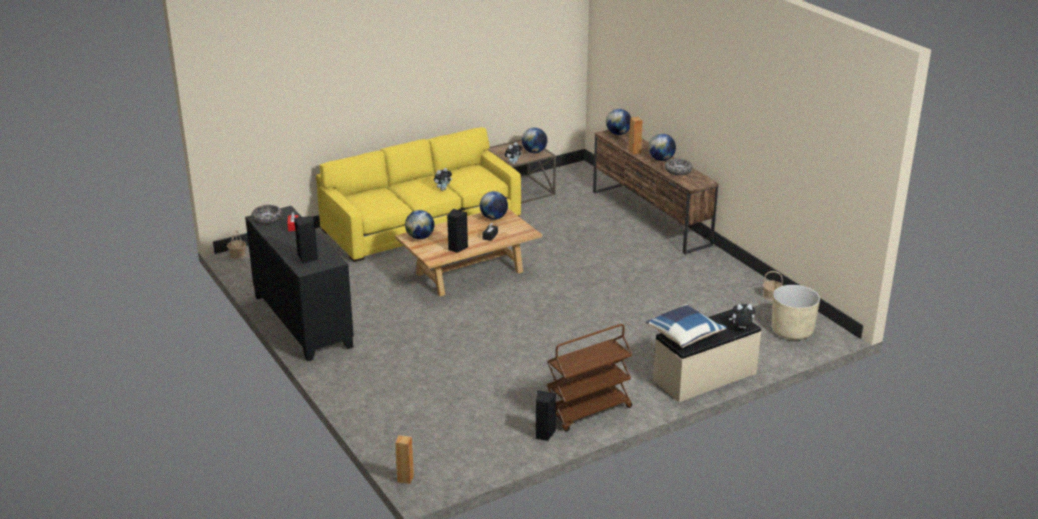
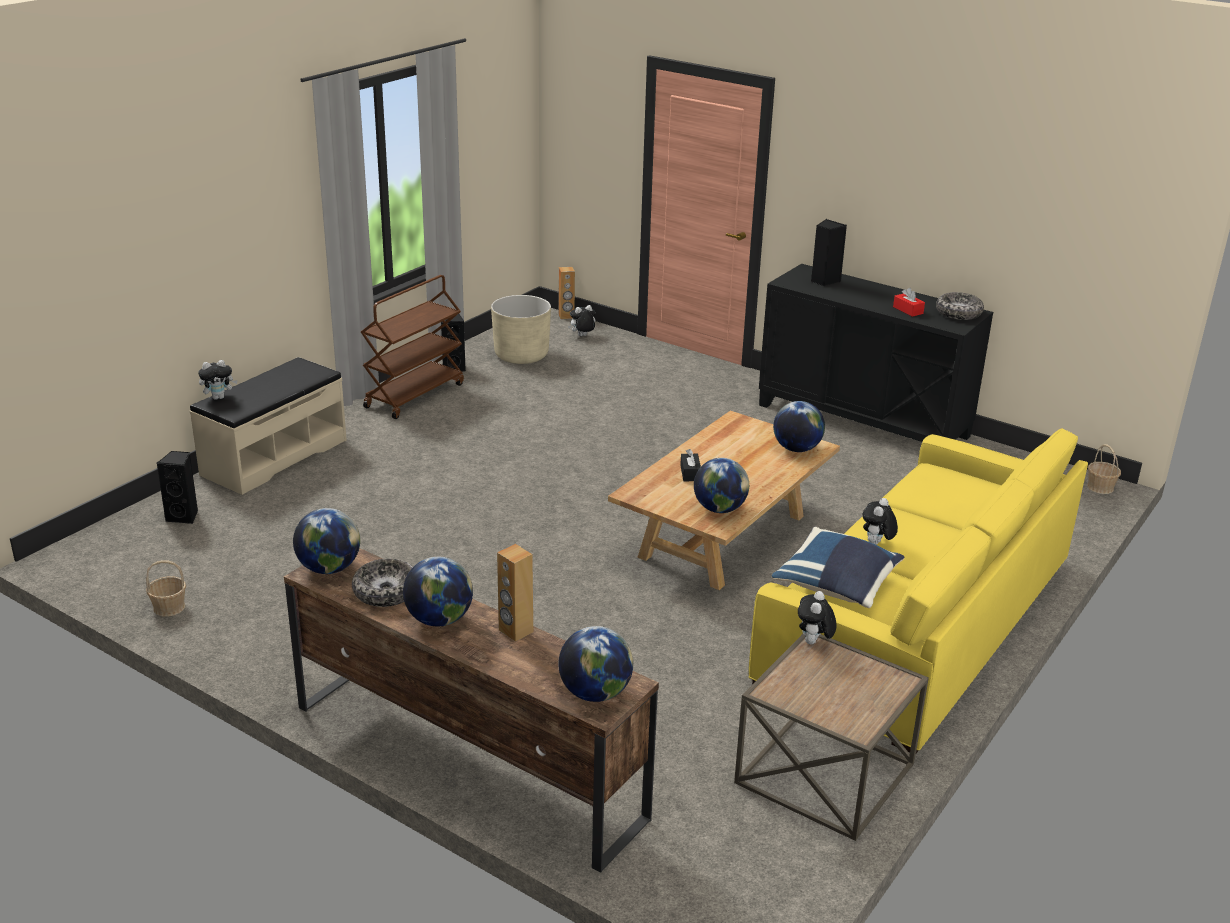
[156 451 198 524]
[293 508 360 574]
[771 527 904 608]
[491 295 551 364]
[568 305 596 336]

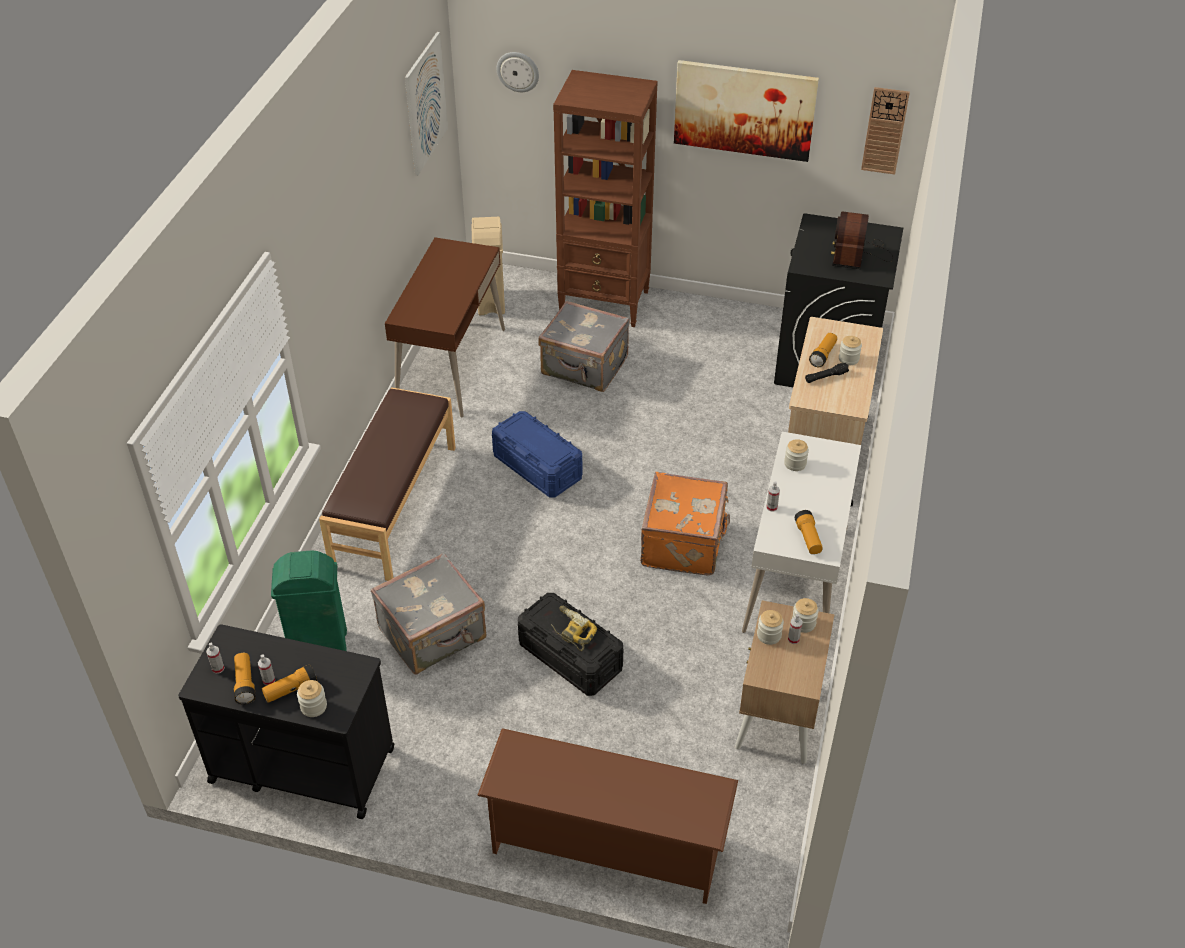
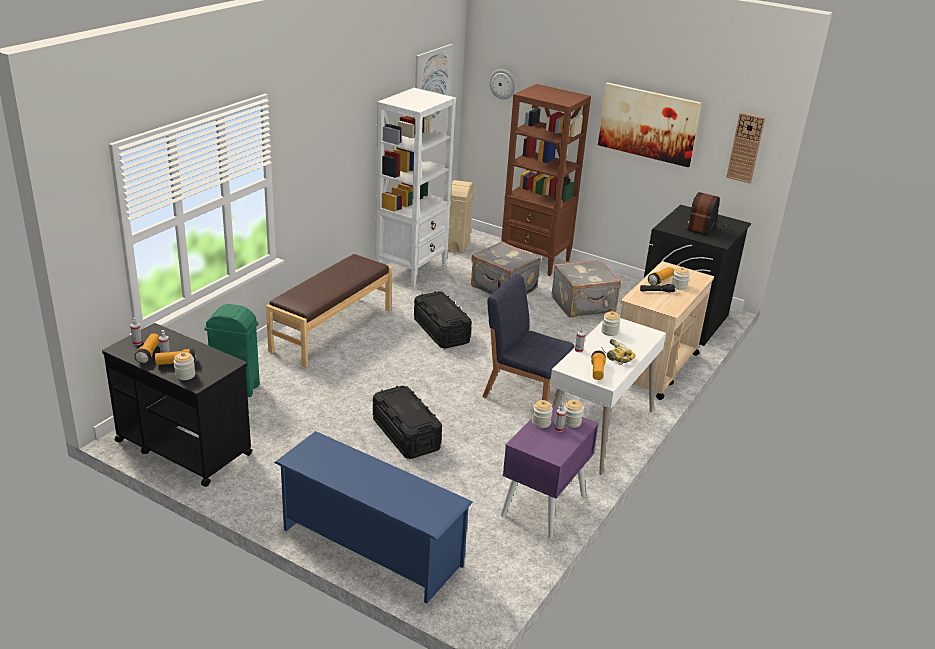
[552 259 621 317]
[375 88 456 288]
[274 431 473 603]
[414 291 472 349]
[601 339 636 365]
[482 274 575 401]
[500 405 599 538]

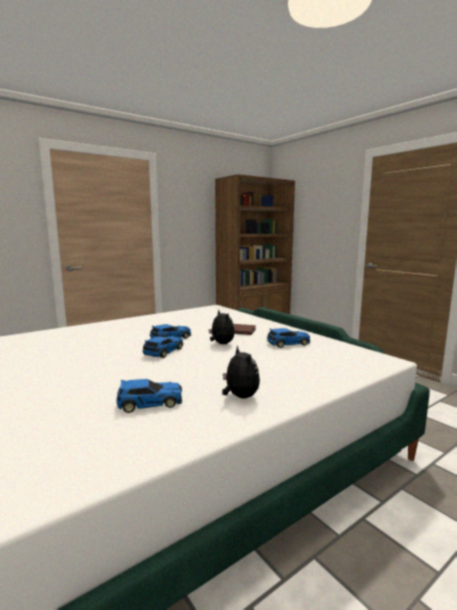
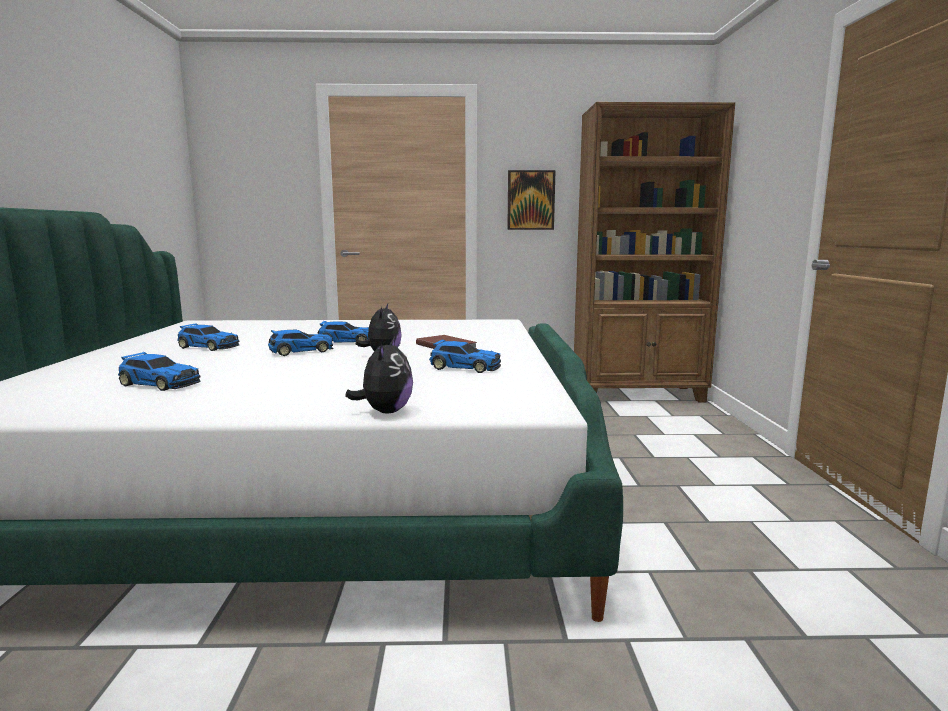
[345 337 413 413]
[177 323 240 351]
[507 170 556 230]

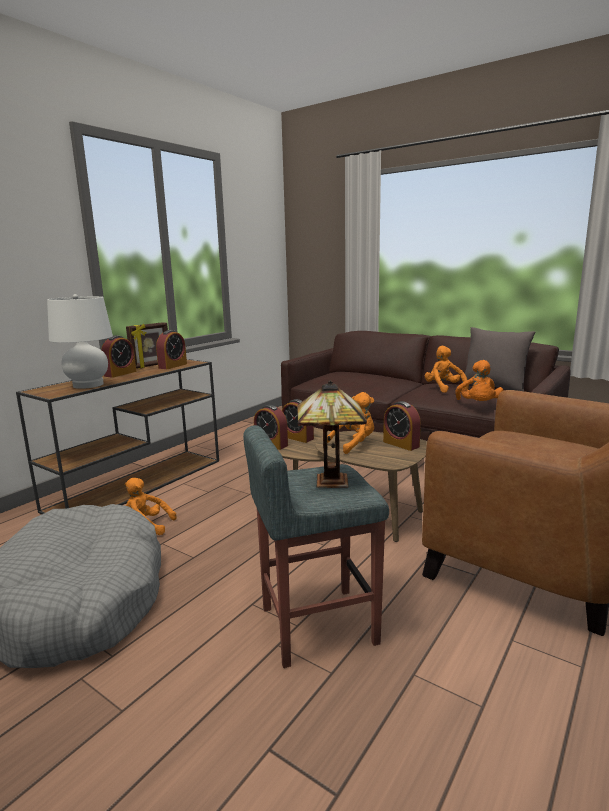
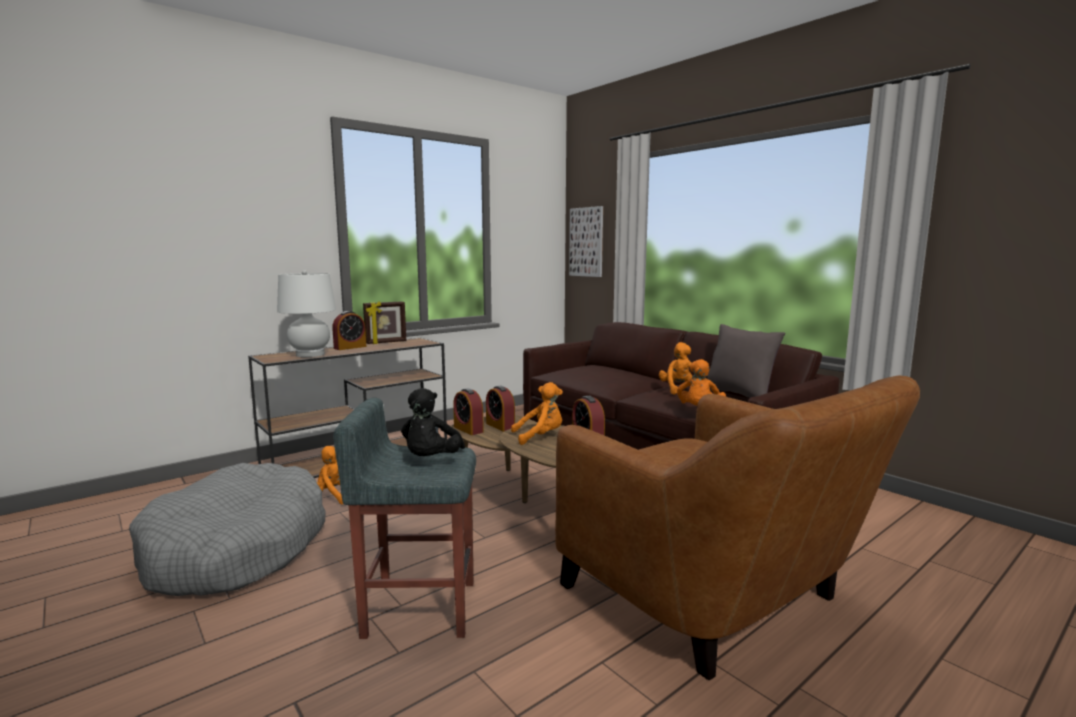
[156 330 187 369] (first image)
[401 388 465 456]
[569 206 603 277]

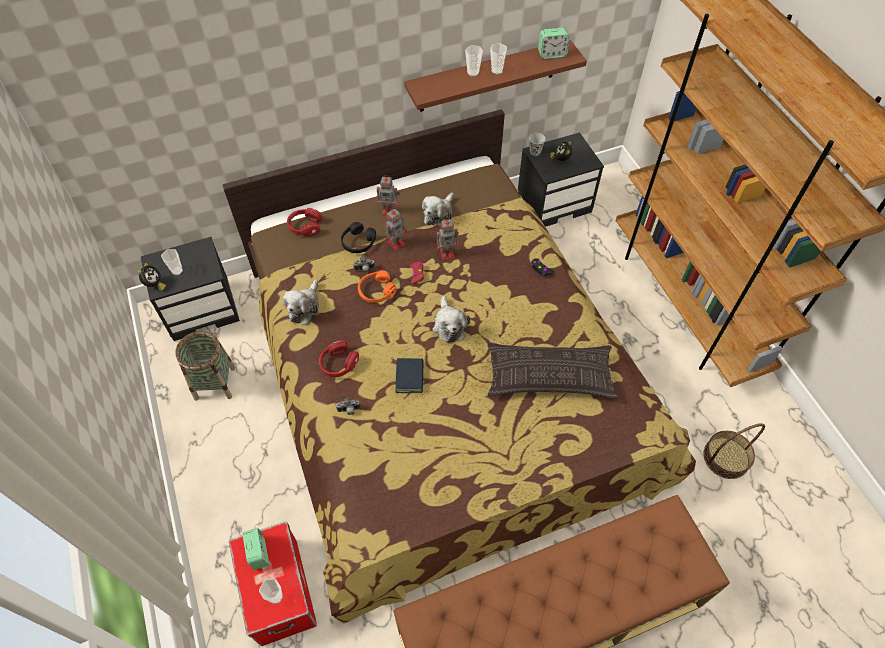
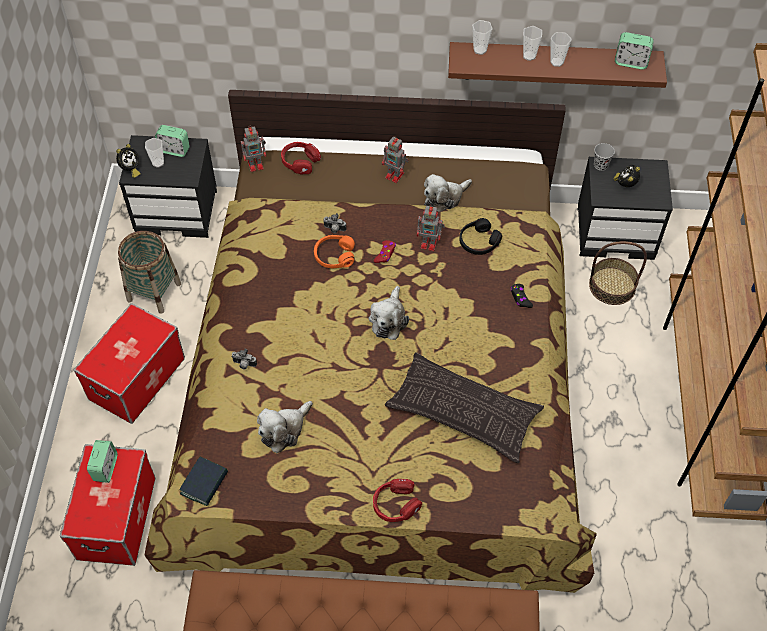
[472 20 493 55]
[257 401 313 453]
[373 479 422 522]
[459 218 502 255]
[241 125 266 172]
[180 457 228 506]
[589 241 647 305]
[74 303 185 424]
[155 125 190 157]

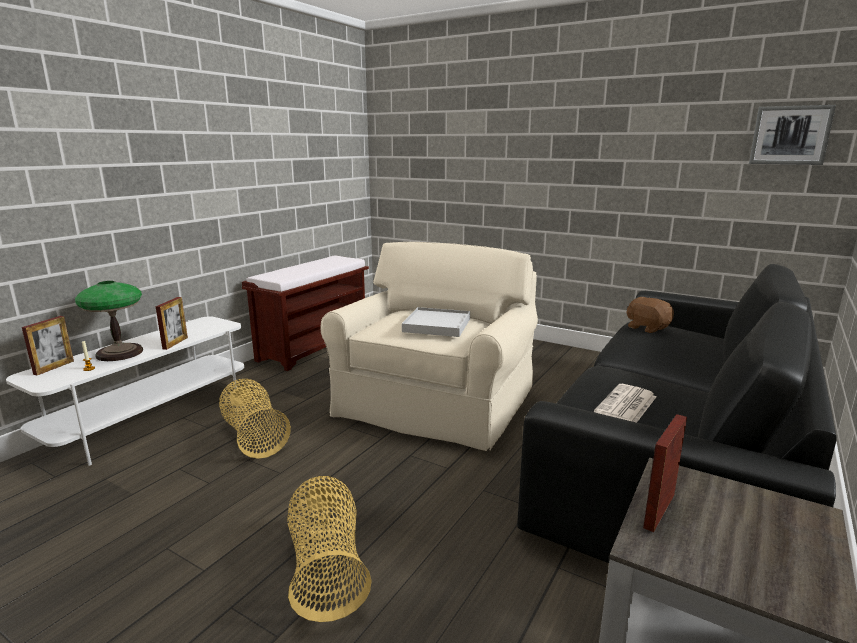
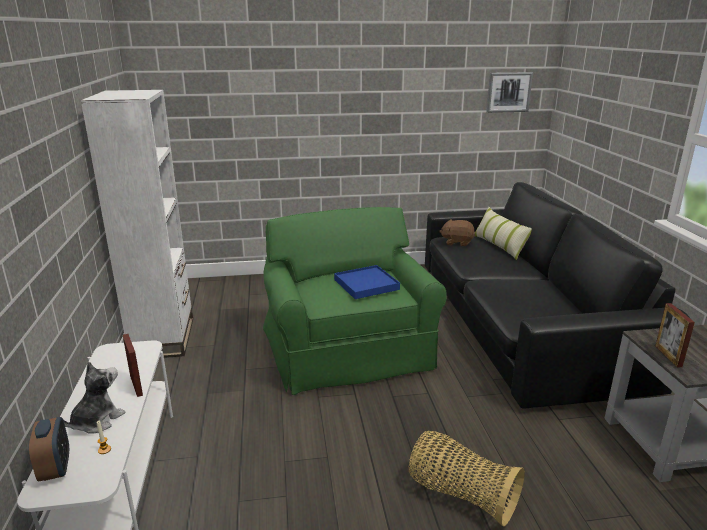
[29 417 69 482]
[63 362 125 434]
[219 379 291 459] (first image)
[80 90 193 358]
[263 207 447 395]
[334 265 400 299]
[594 384 656 423] (first image)
[474 207 532 260]

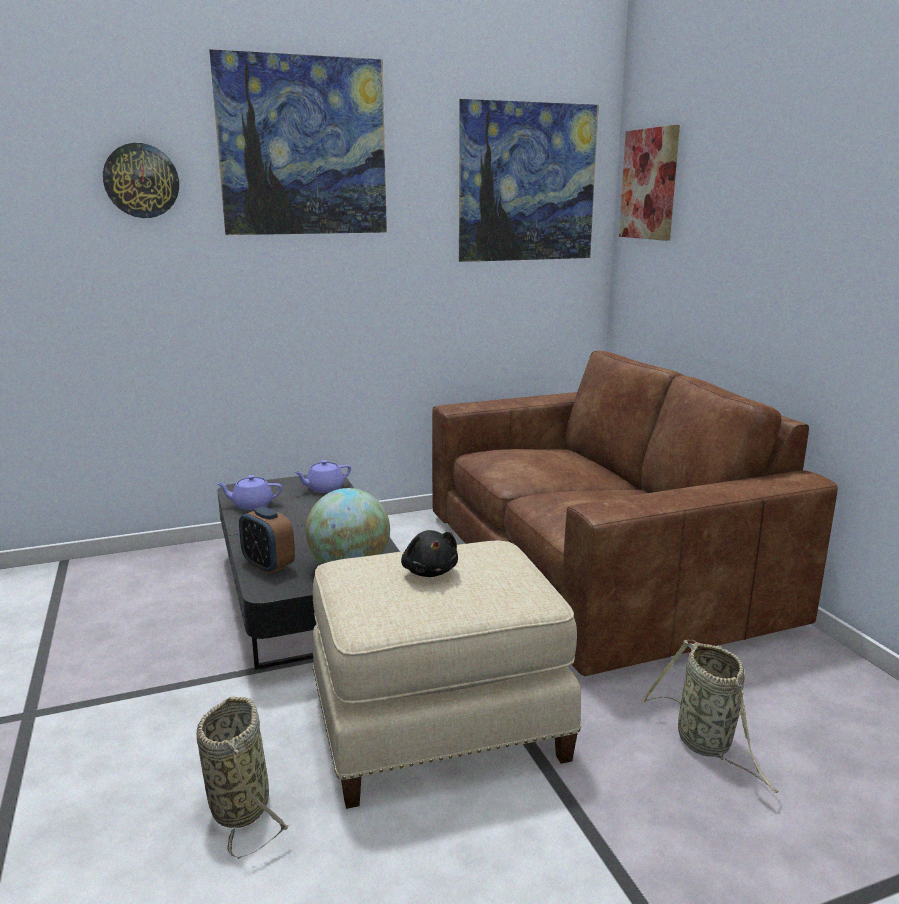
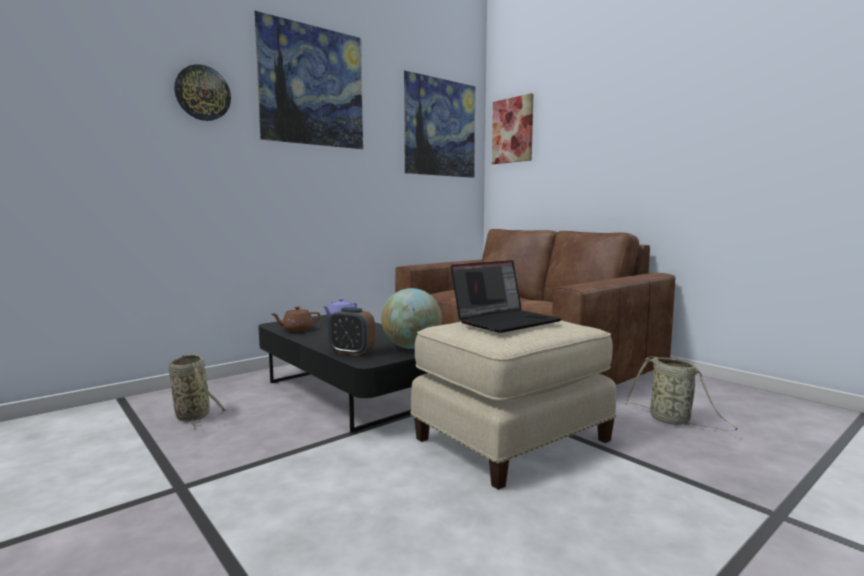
[169 354 226 426]
[272 306 320 332]
[451 260 562 333]

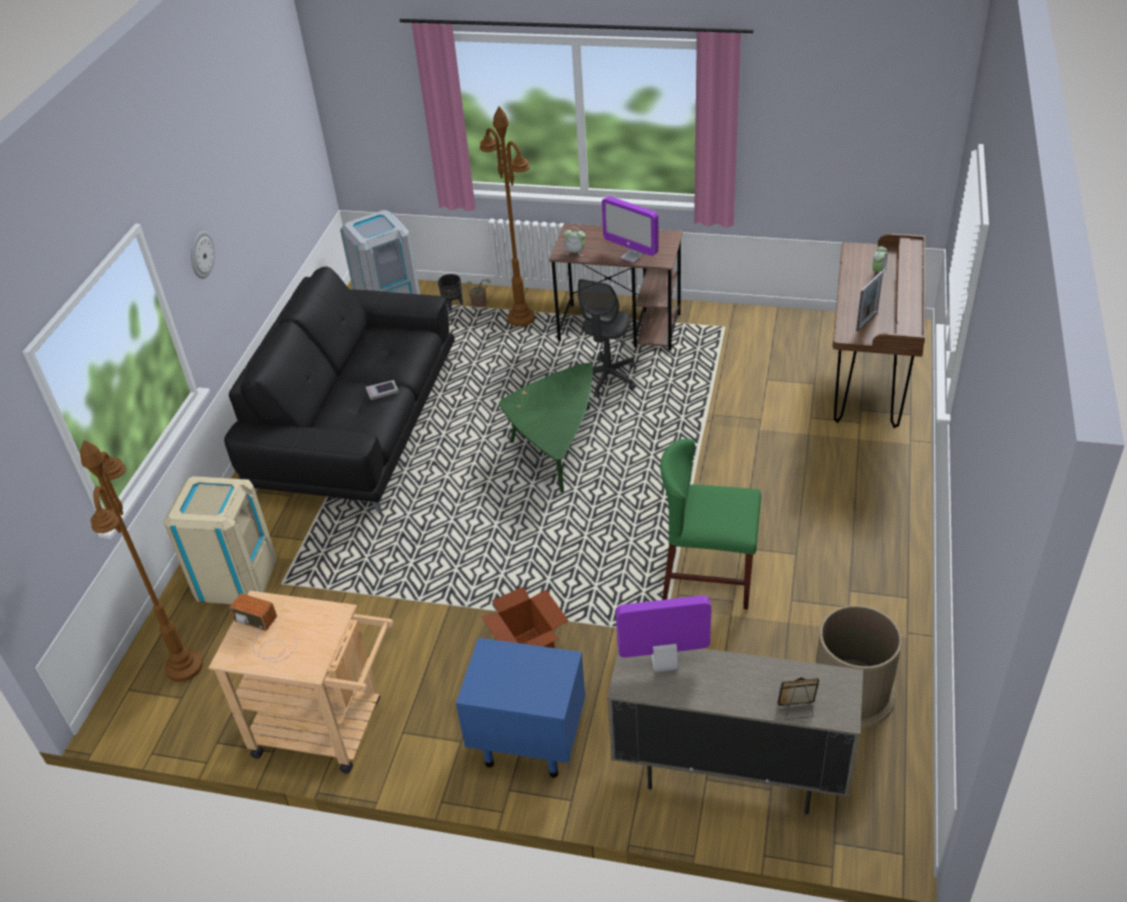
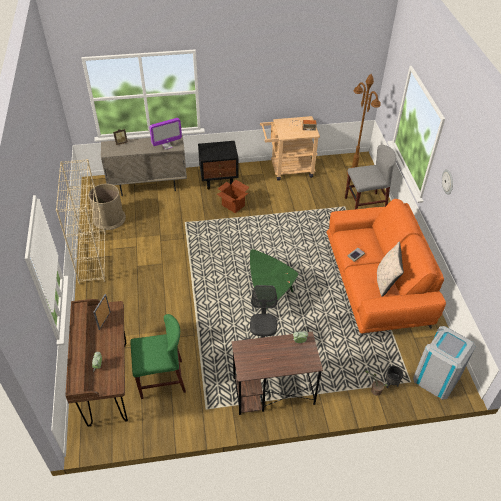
[345 145 396 209]
[327 199 446 337]
[198 141 239 189]
[480 106 535 326] (first image)
[602 196 659 263] (first image)
[130 314 186 399]
[56 159 106 284]
[377 242 404 297]

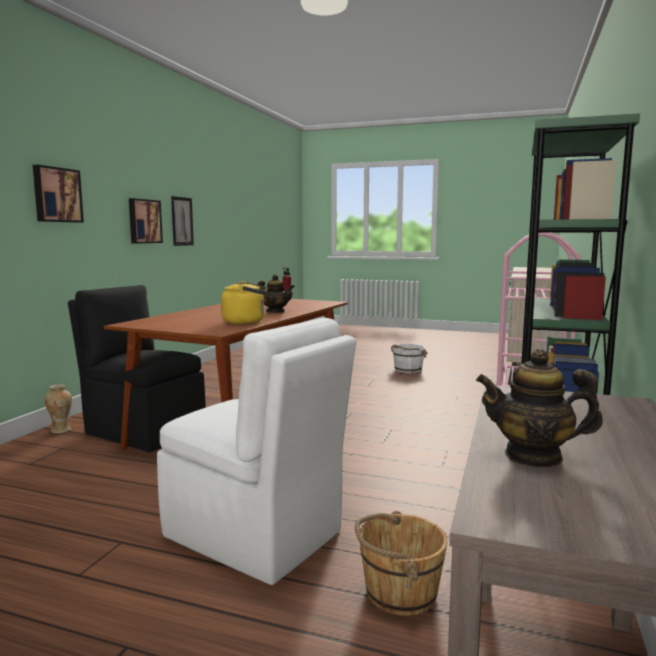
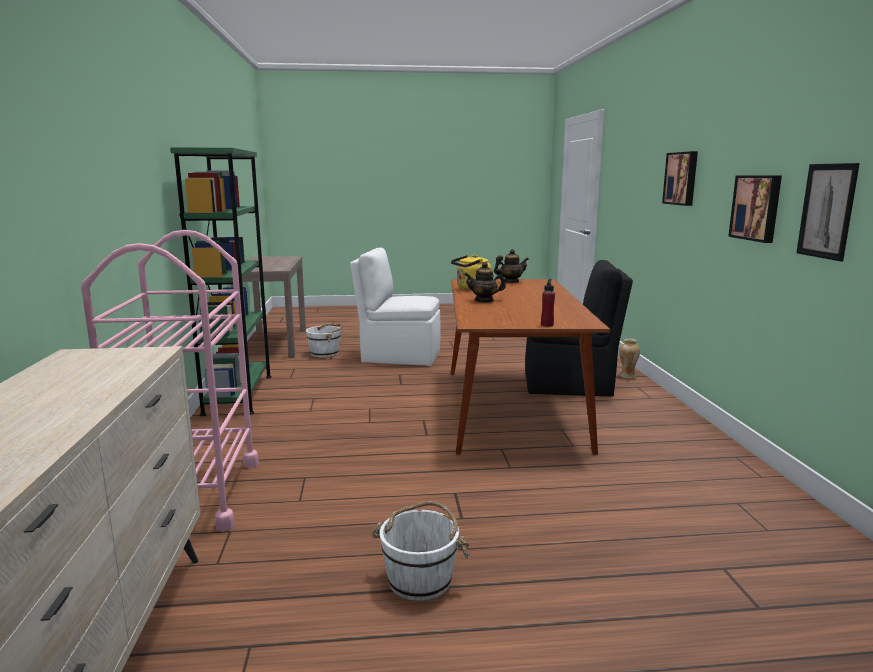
[306 324 343 358]
[494 249 529 283]

